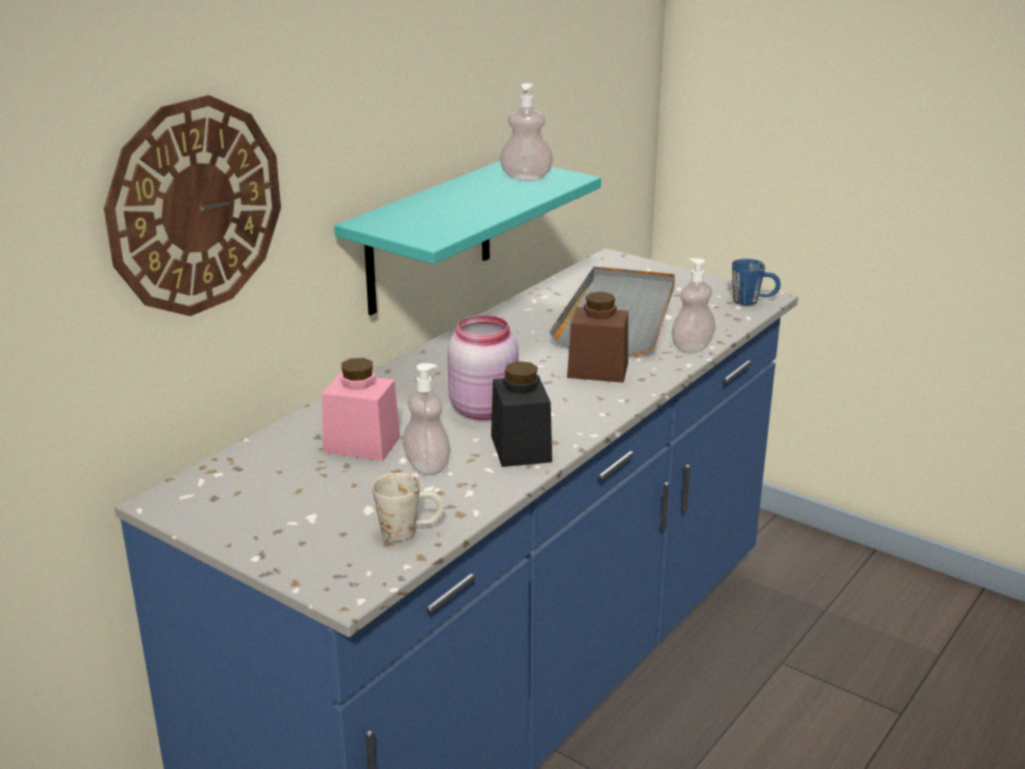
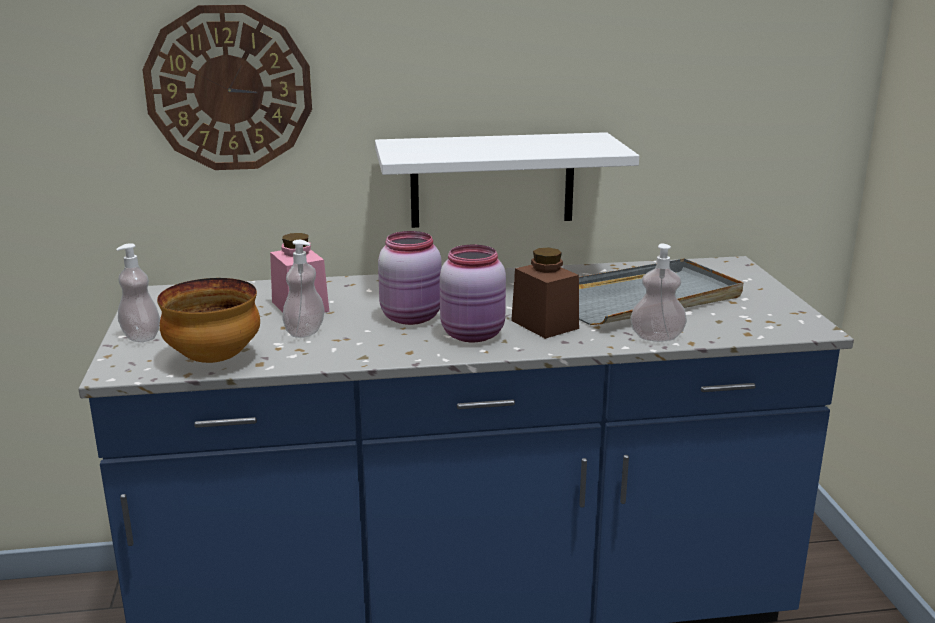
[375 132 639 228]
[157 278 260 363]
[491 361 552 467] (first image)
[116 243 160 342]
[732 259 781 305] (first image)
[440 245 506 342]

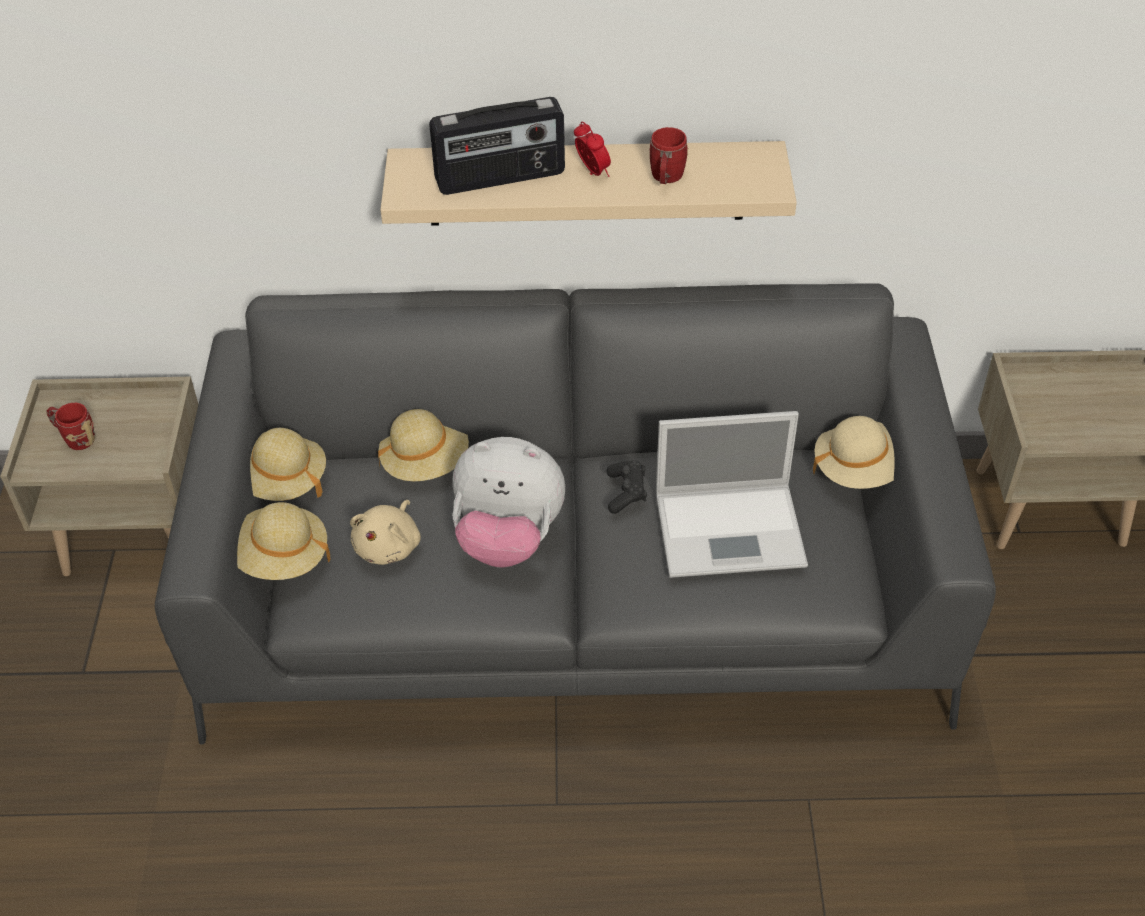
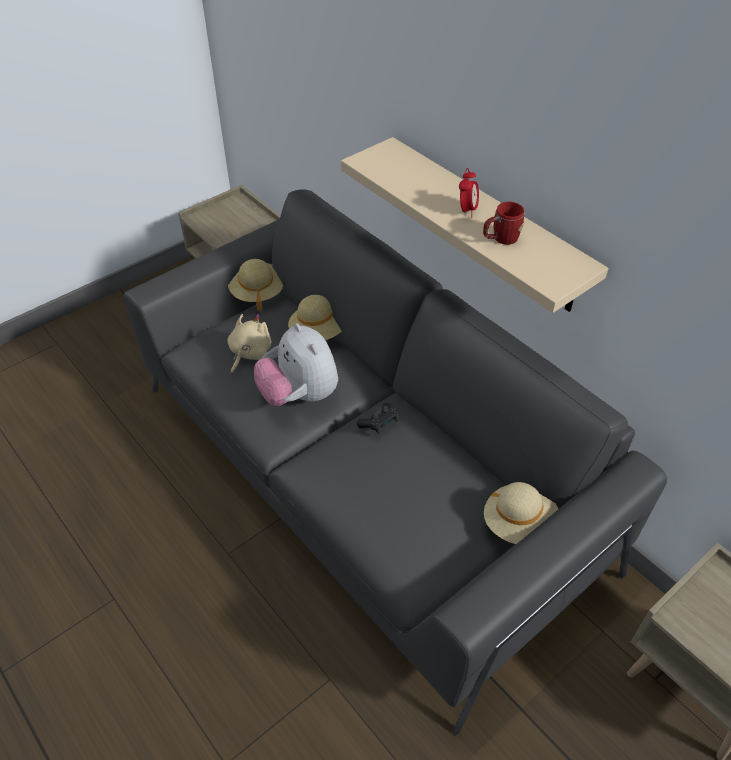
[46 403 95 450] (first image)
[237 502 331 580] (first image)
[227 314 272 374]
[429 97 565 195] (first image)
[656 411 808 578] (first image)

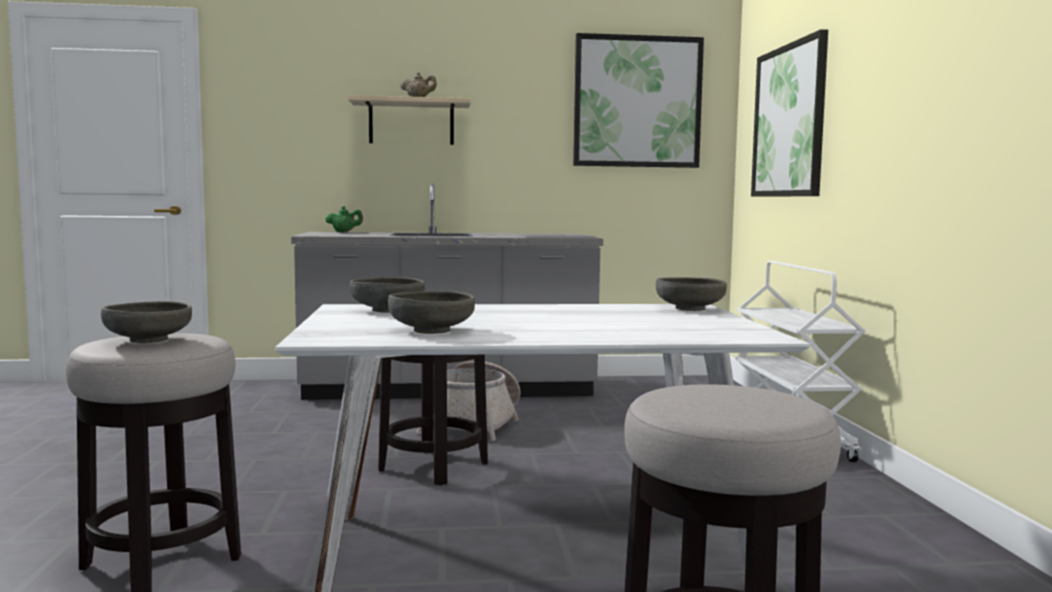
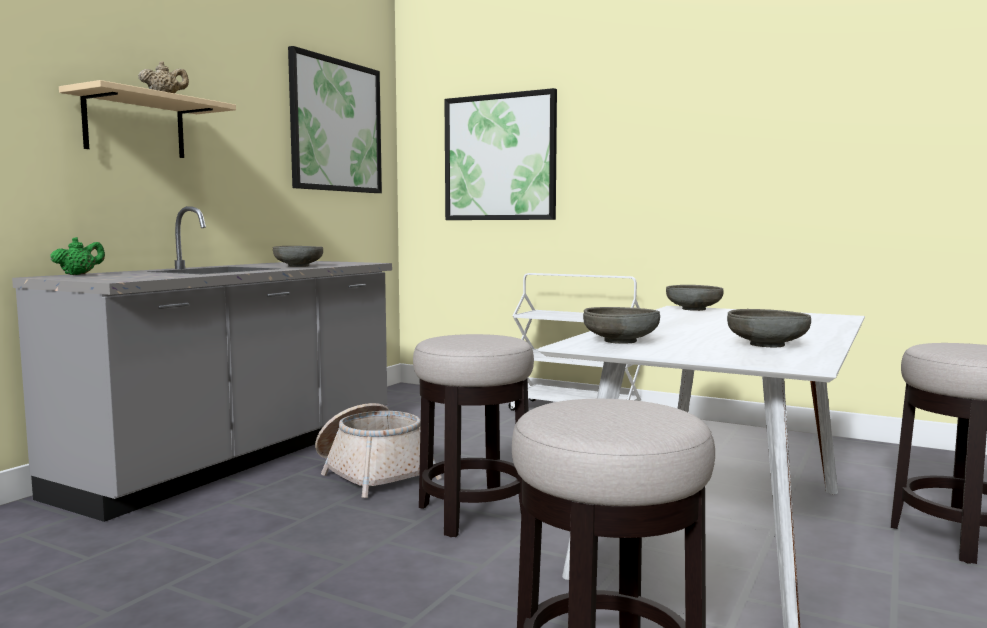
[273 246 323 267]

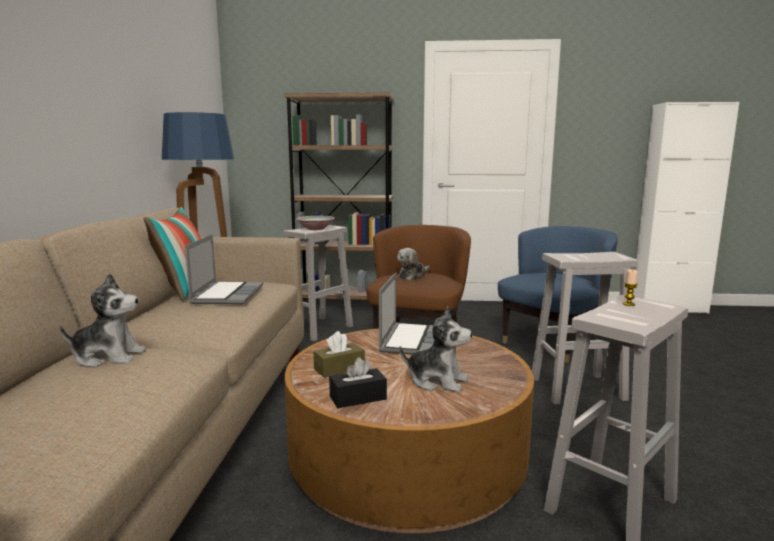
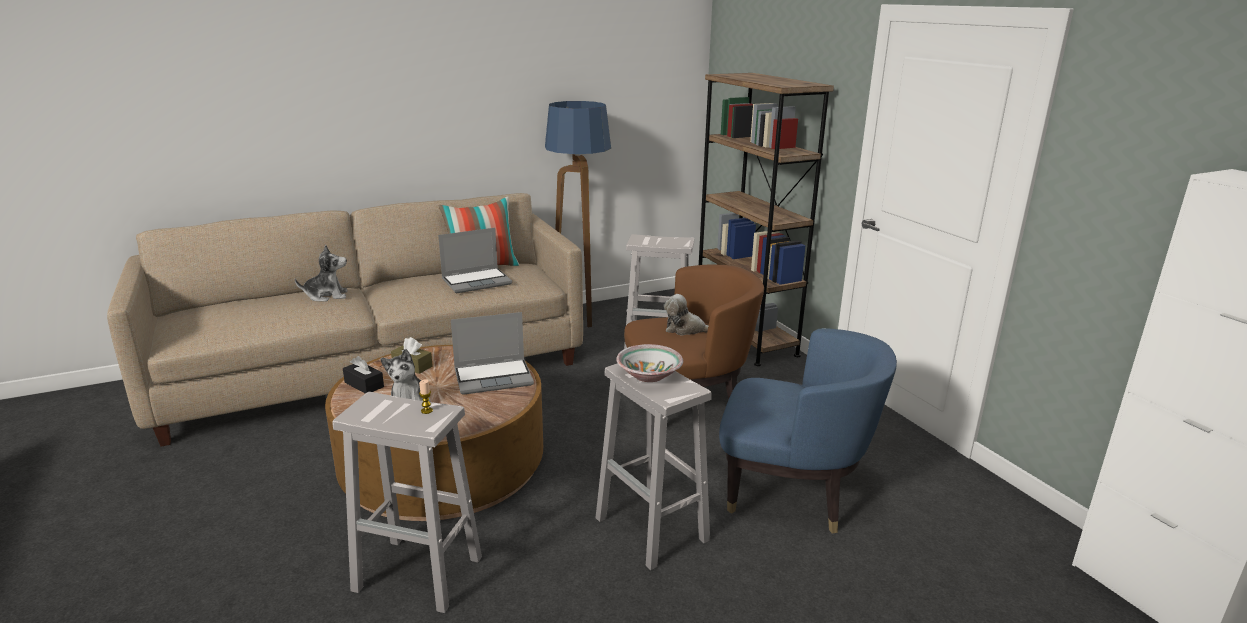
[295 245 348 301]
[616 344 683 382]

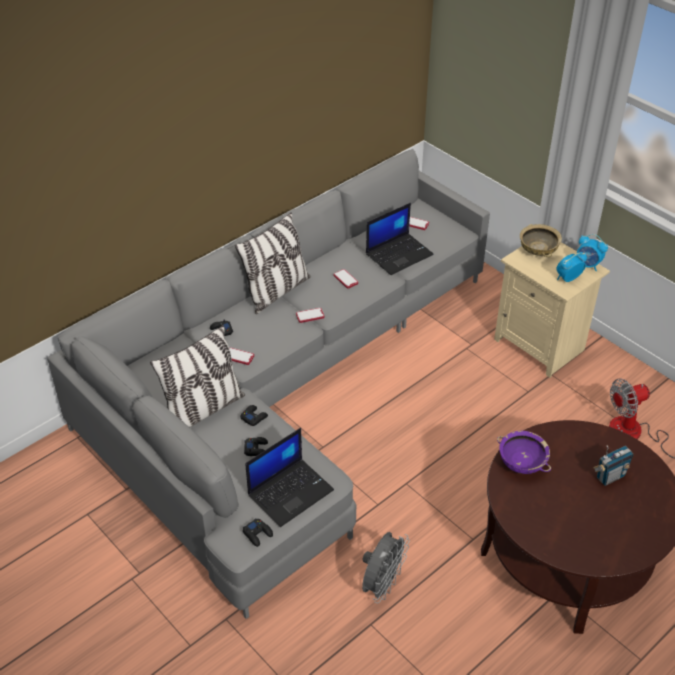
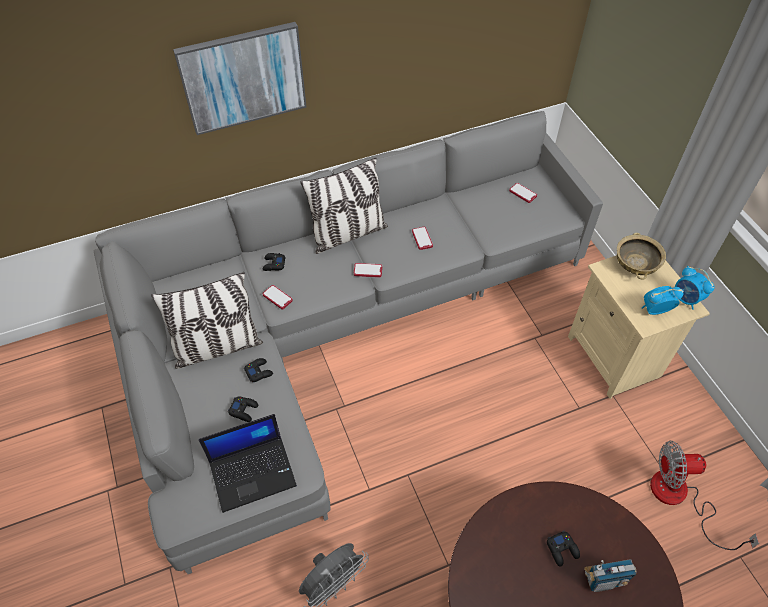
[547 531 580 567]
[366 203 434 275] (first image)
[497 431 551 474] (first image)
[173 22 306 135]

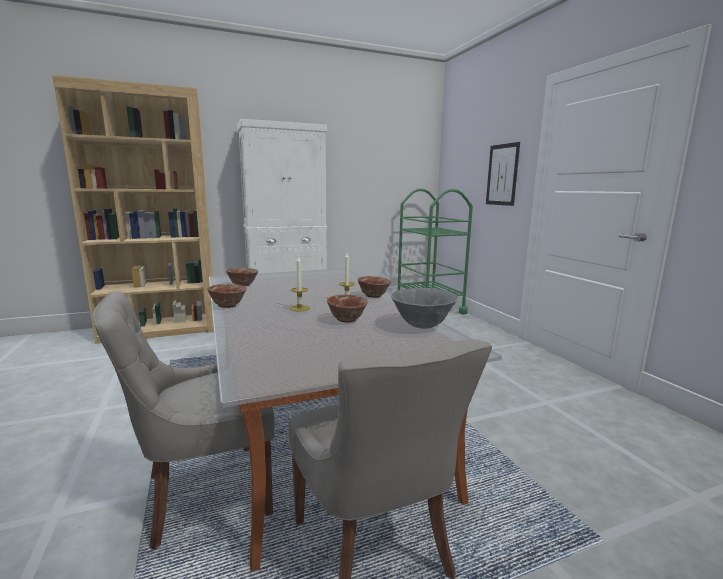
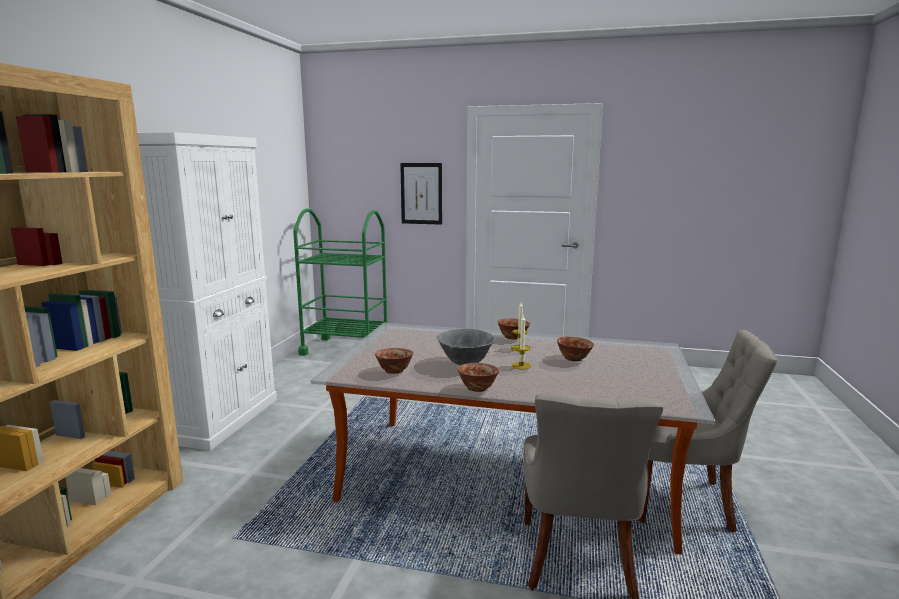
[437 329 495 365]

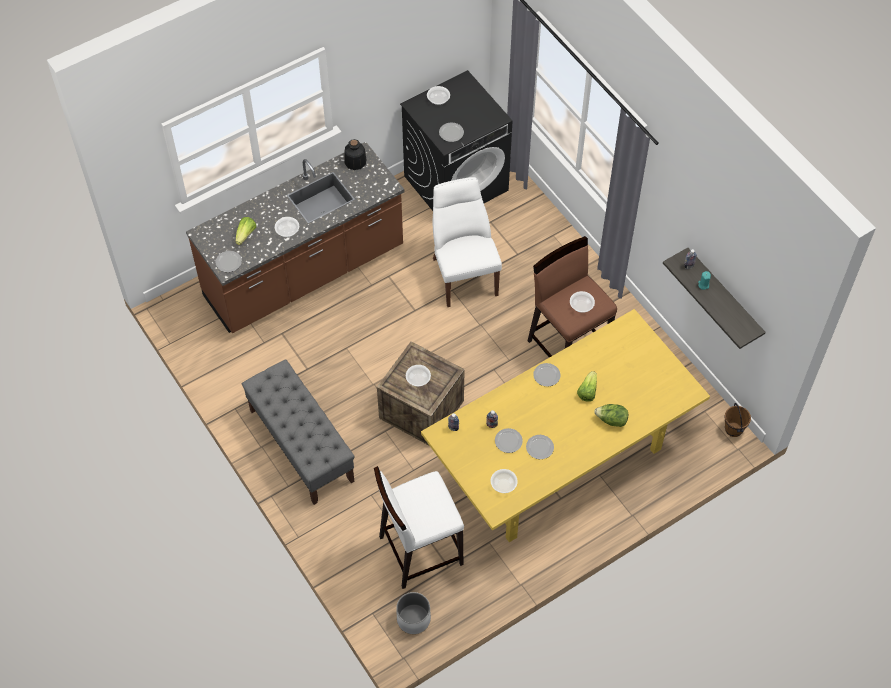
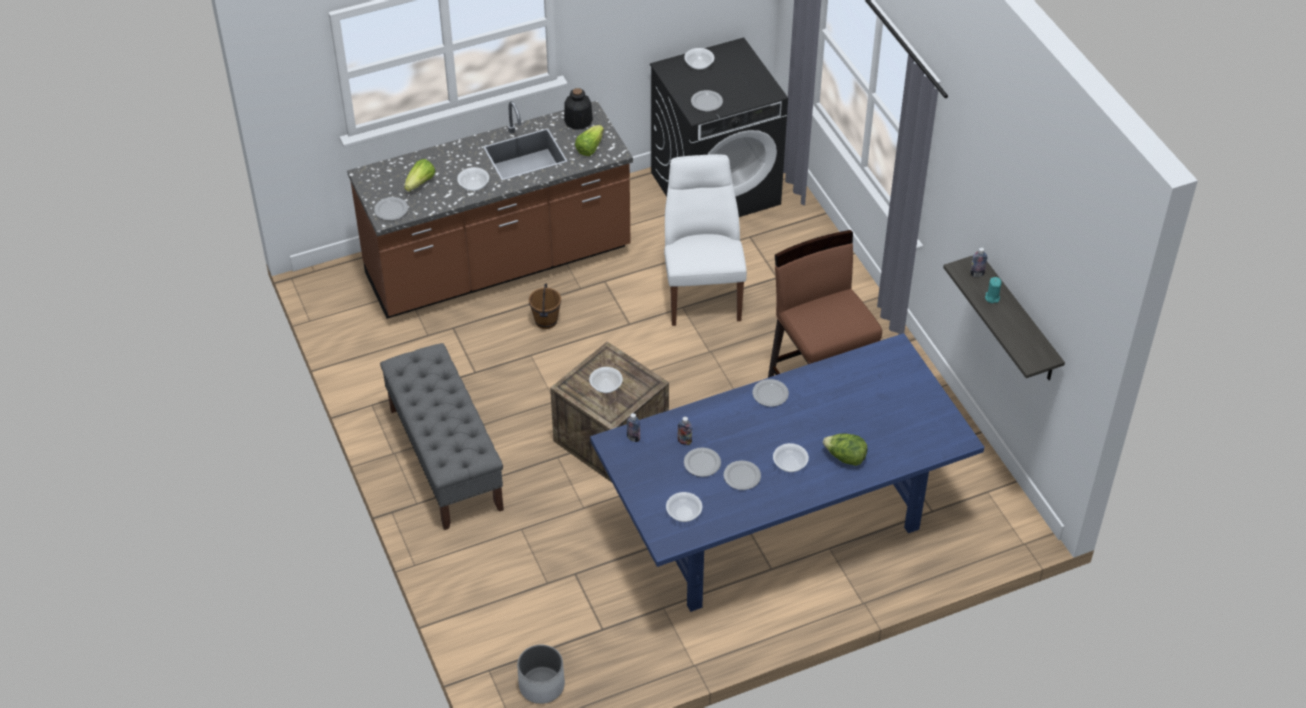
[374 466 464 589] (first image)
[590 333 984 612]
[773 443 809 472]
[575 125 604 156]
[529 283 561 329]

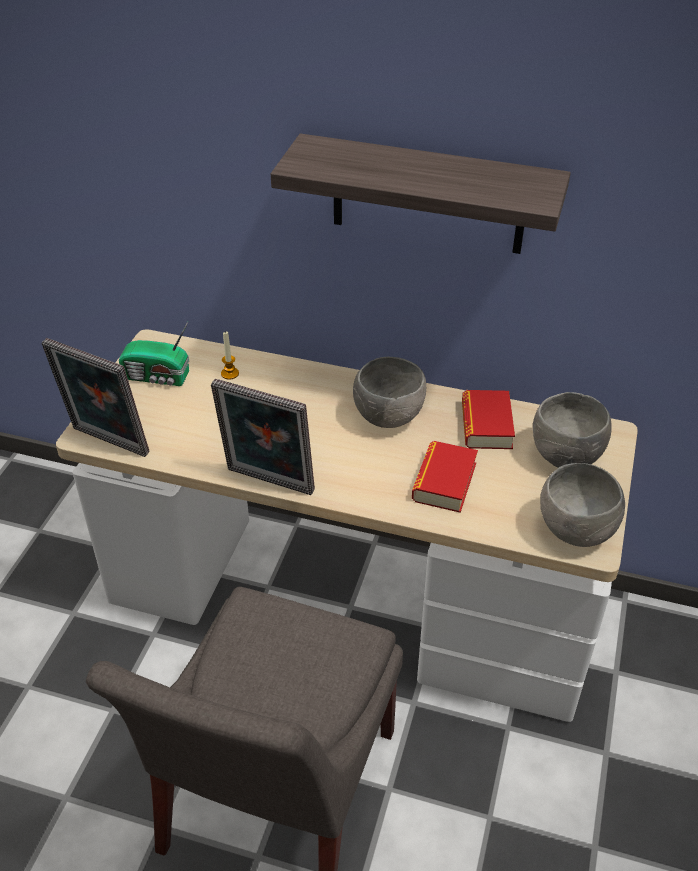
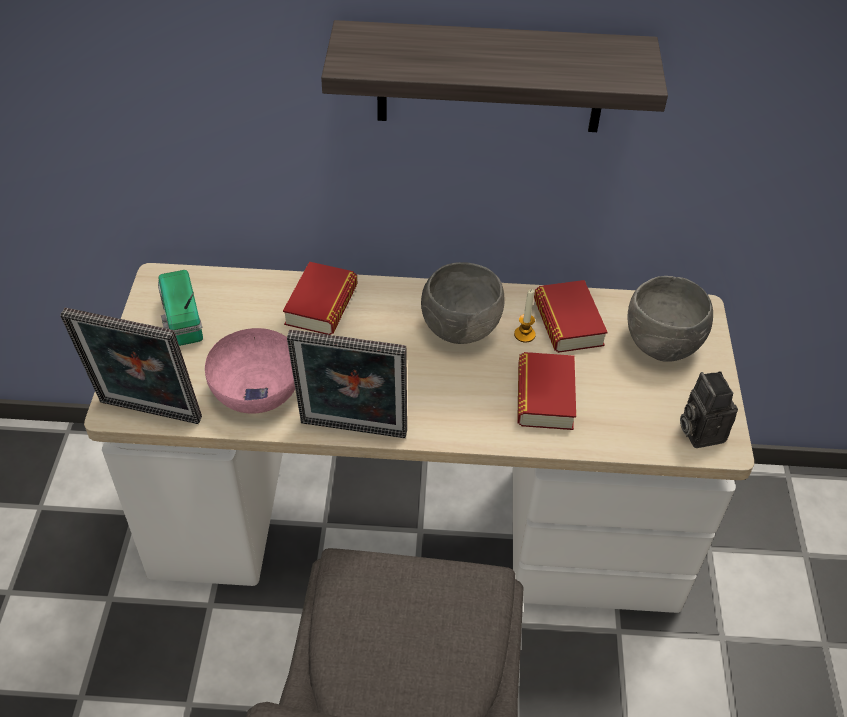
[158 270 203 346]
[514 289 536 343]
[680 371 738 448]
[205 328 295 414]
[283 262 357 335]

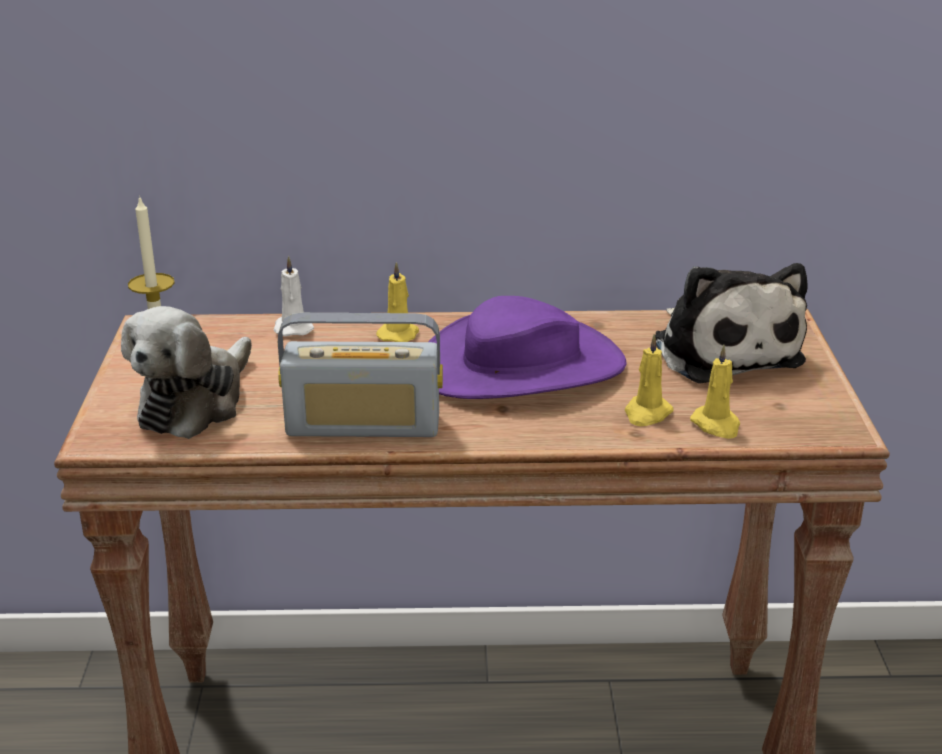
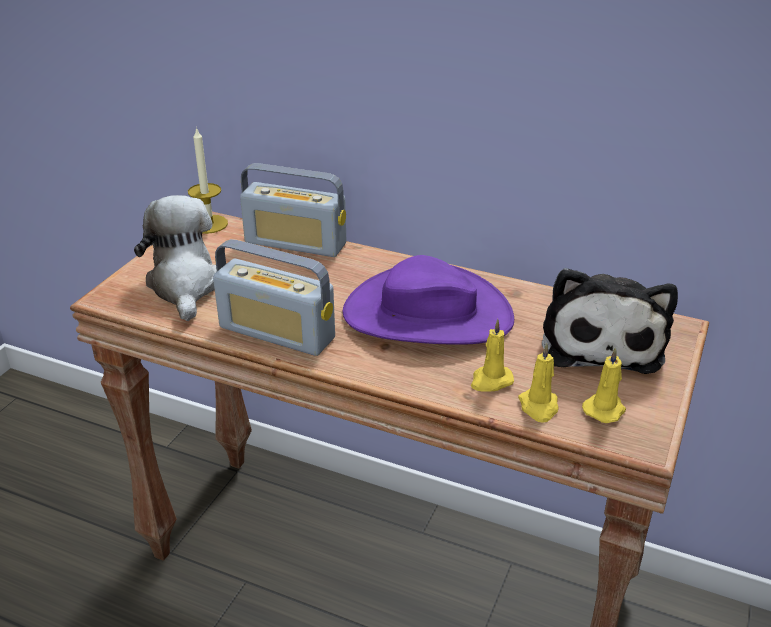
[134 195 217 321]
[240 163 346 257]
[582 347 626 423]

